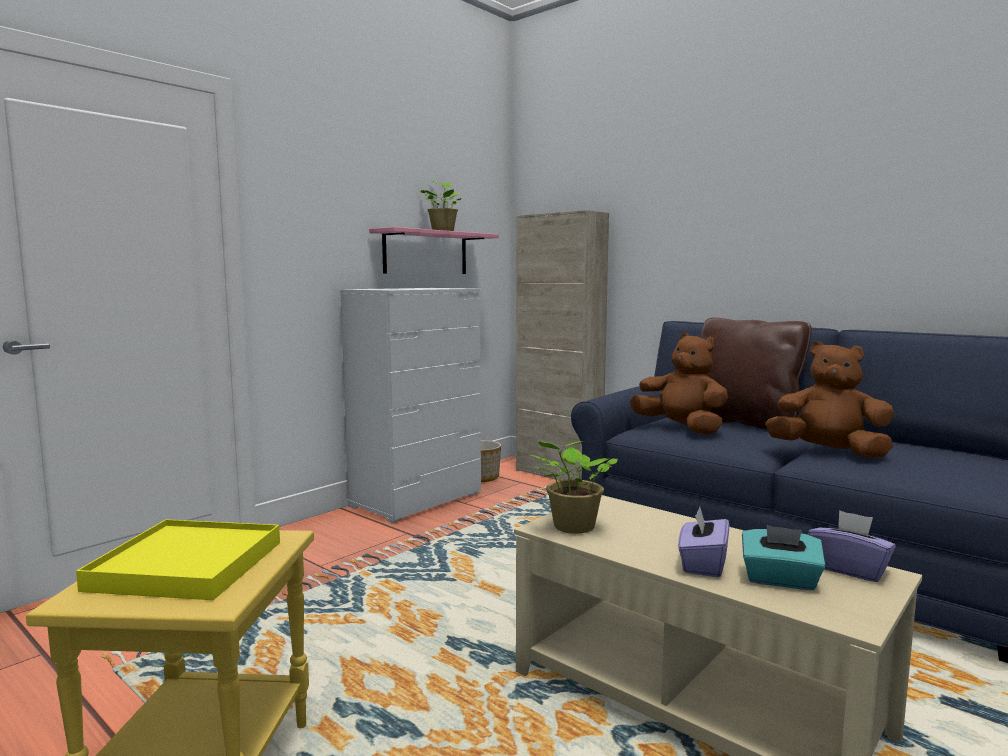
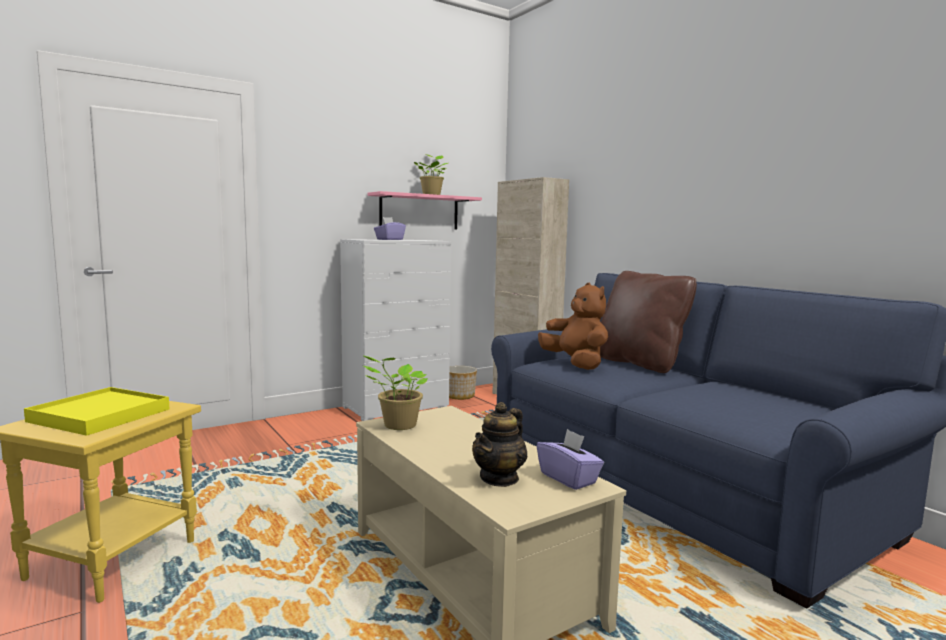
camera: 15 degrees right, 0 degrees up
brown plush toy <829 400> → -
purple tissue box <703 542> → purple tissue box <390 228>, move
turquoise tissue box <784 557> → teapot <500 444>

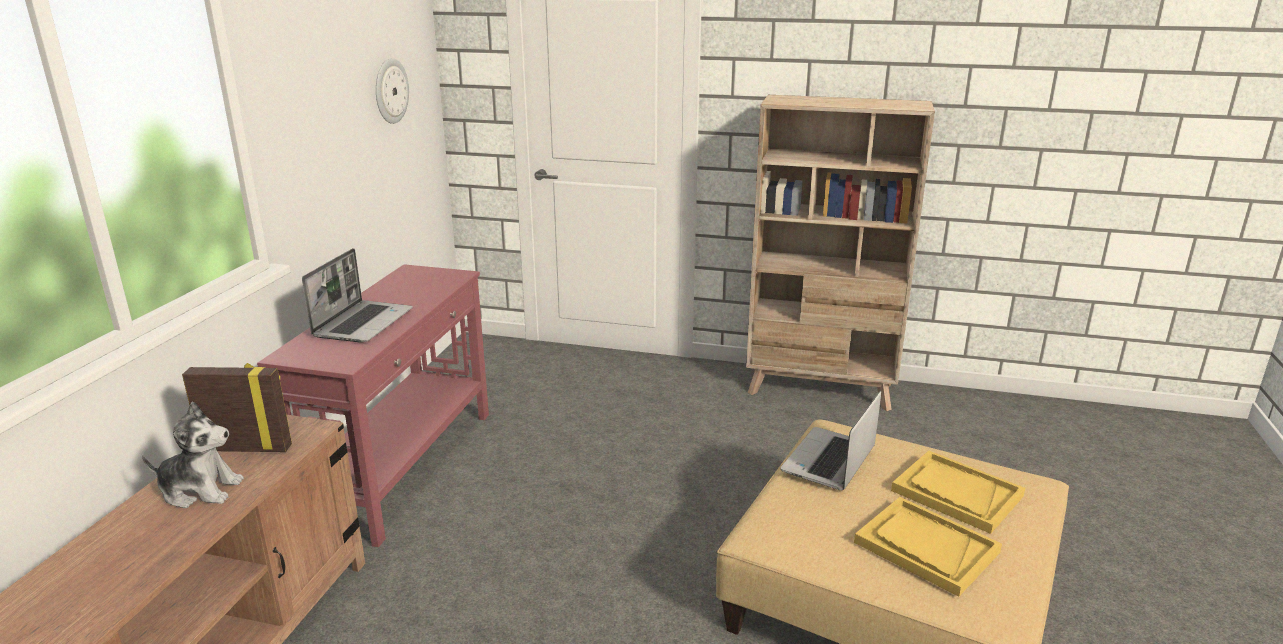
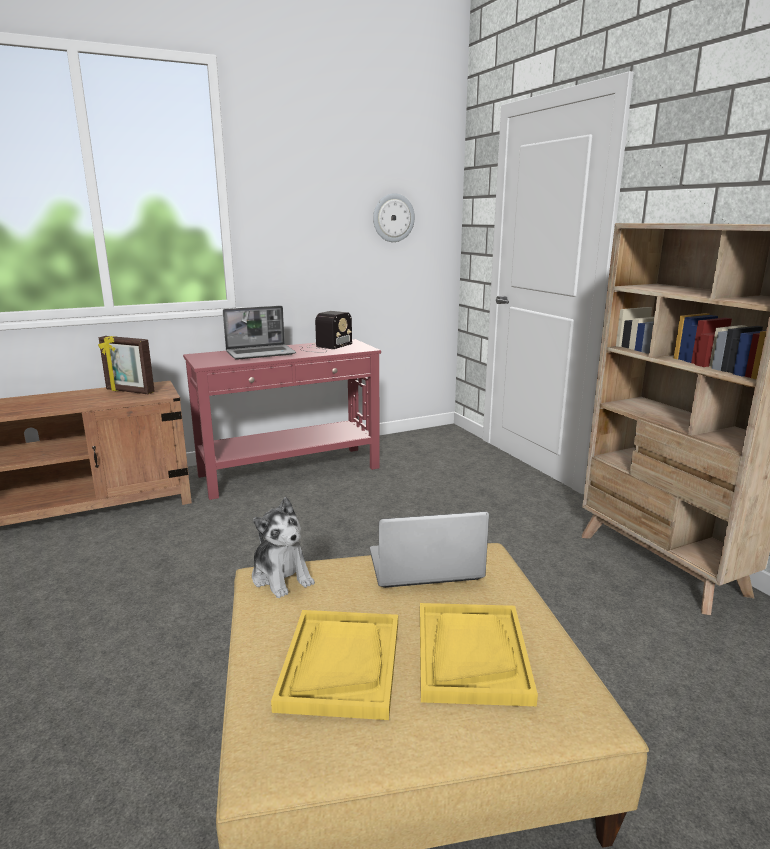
camera: 50 degrees right, 5 degrees down
picture frame <237 407> → picture frame <126 365>, 150 degrees clockwise
plush toy <193 454> → plush toy <283 547>, move
- → radio <326 331>

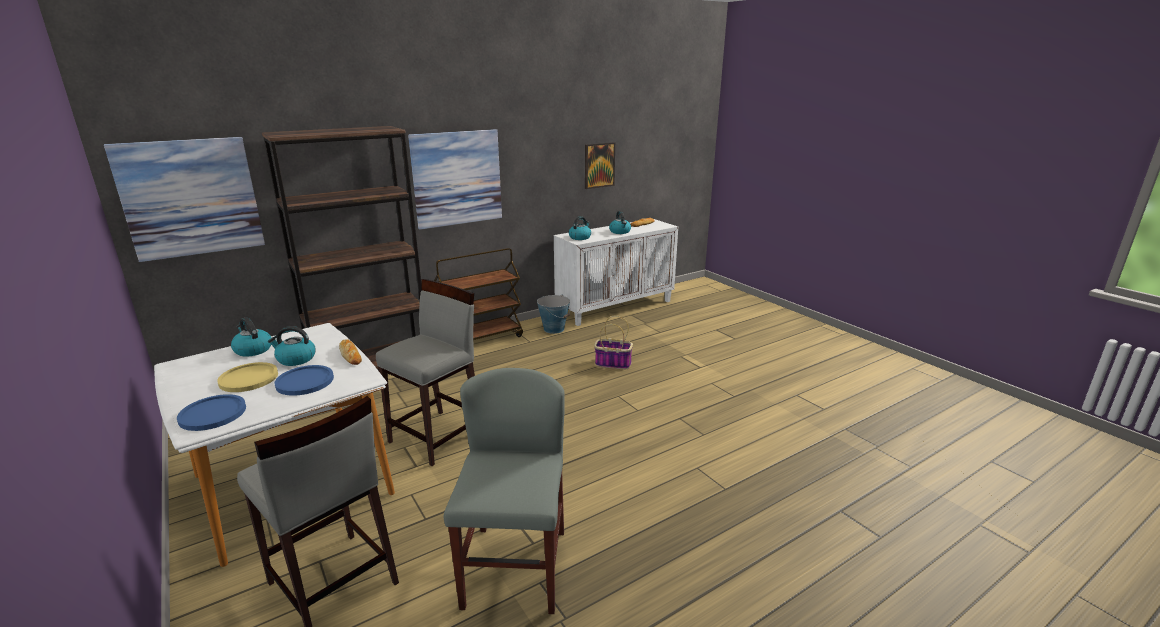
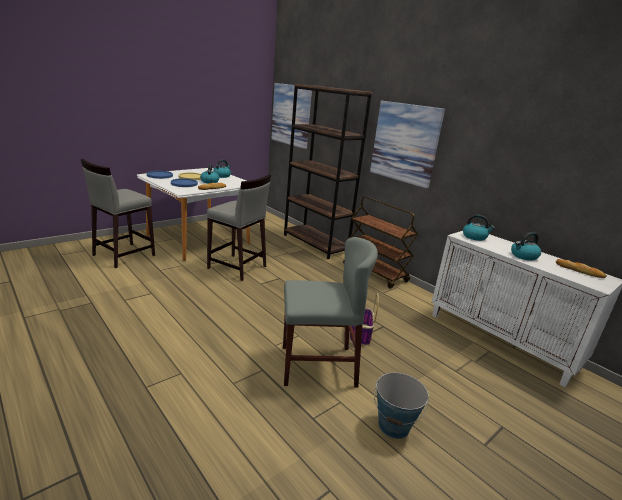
camera: 80 degrees right, 0 degrees up
picture <600 165> → -
bucket <553 314> → bucket <401 406>, move
grey chair <504 491> → grey chair <330 312>, move

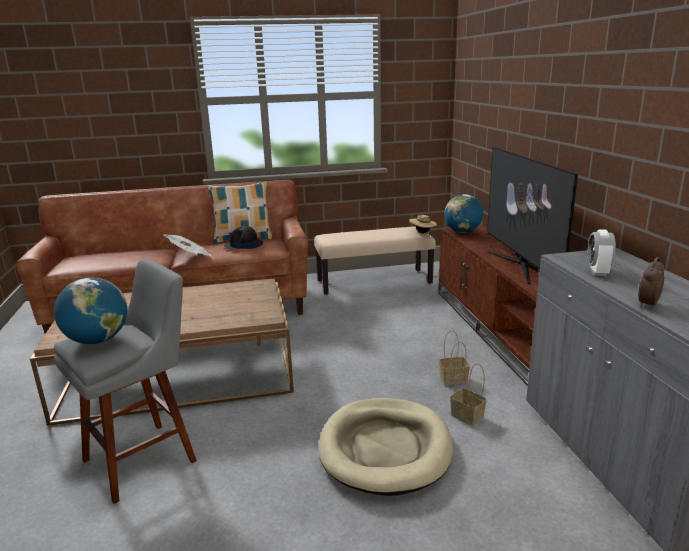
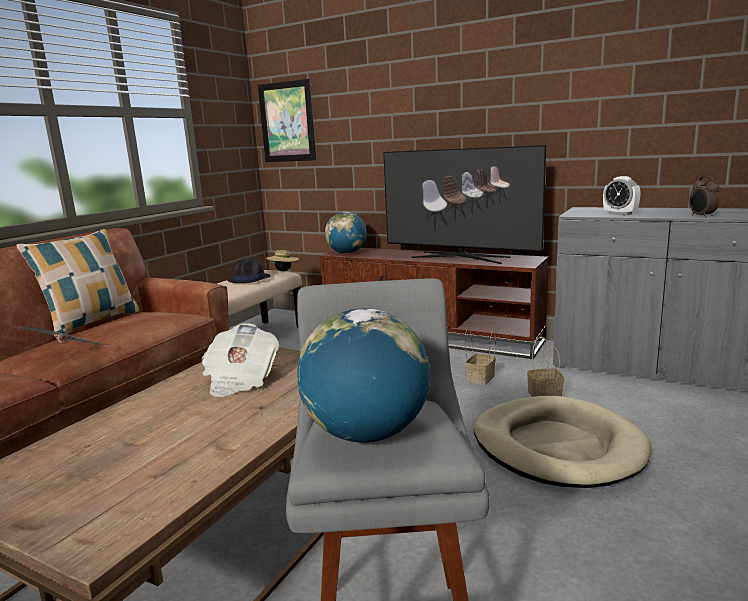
camera: 50 degrees left, 5 degrees down
black hat <243 238> → black hat <249 270>, move
- → picture <287 120>
- → newspaper <240 360>

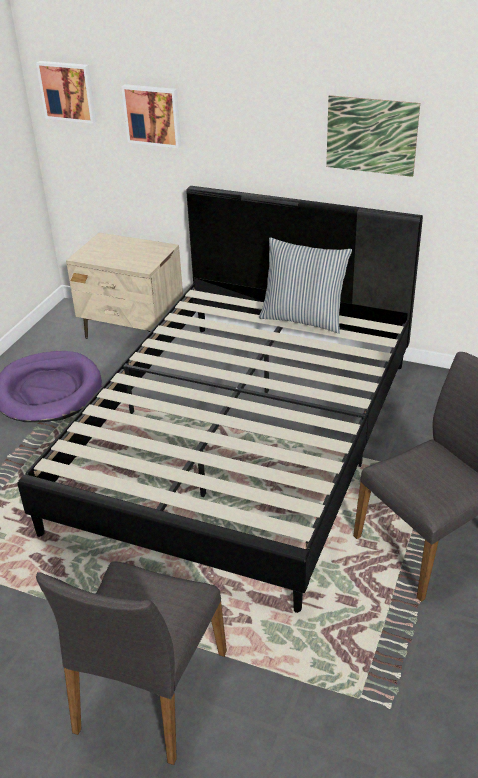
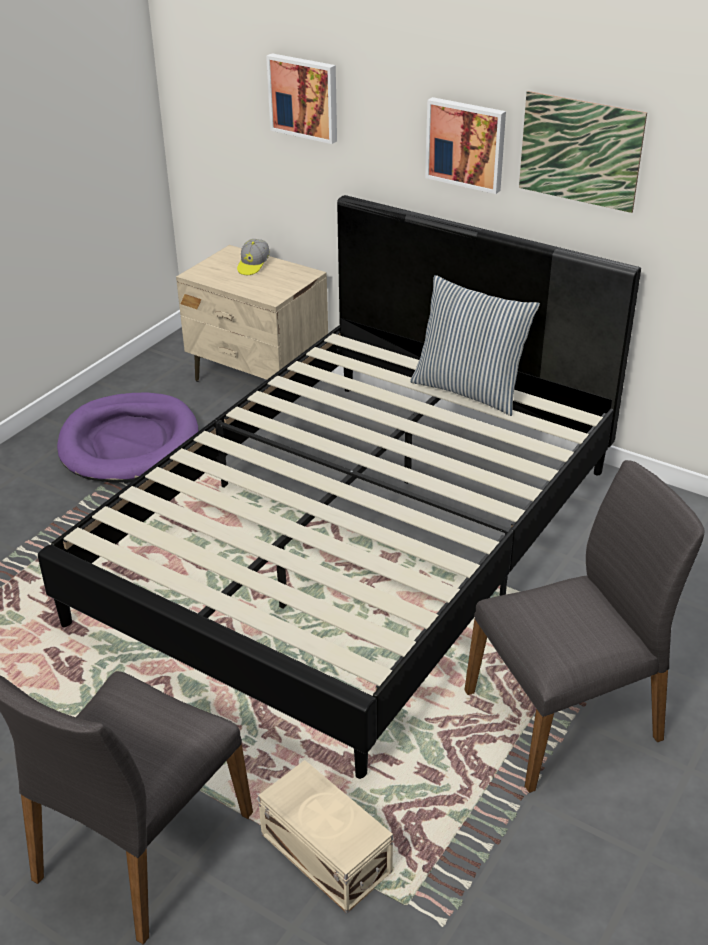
camera: 10 degrees right, 0 degrees up
picture <66 92> → picture <465 145>, move
- → cap <253 257>
- → beige storage box <325 836>

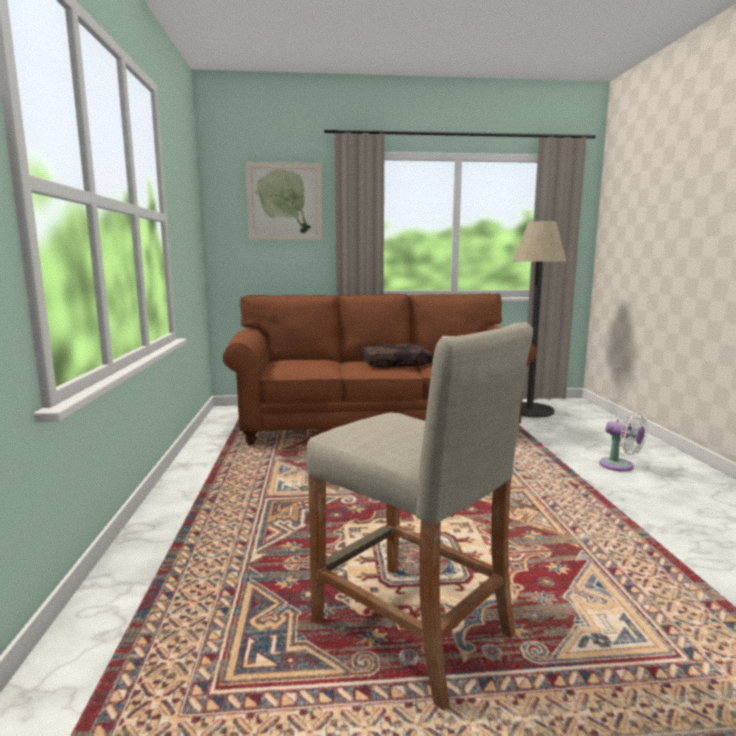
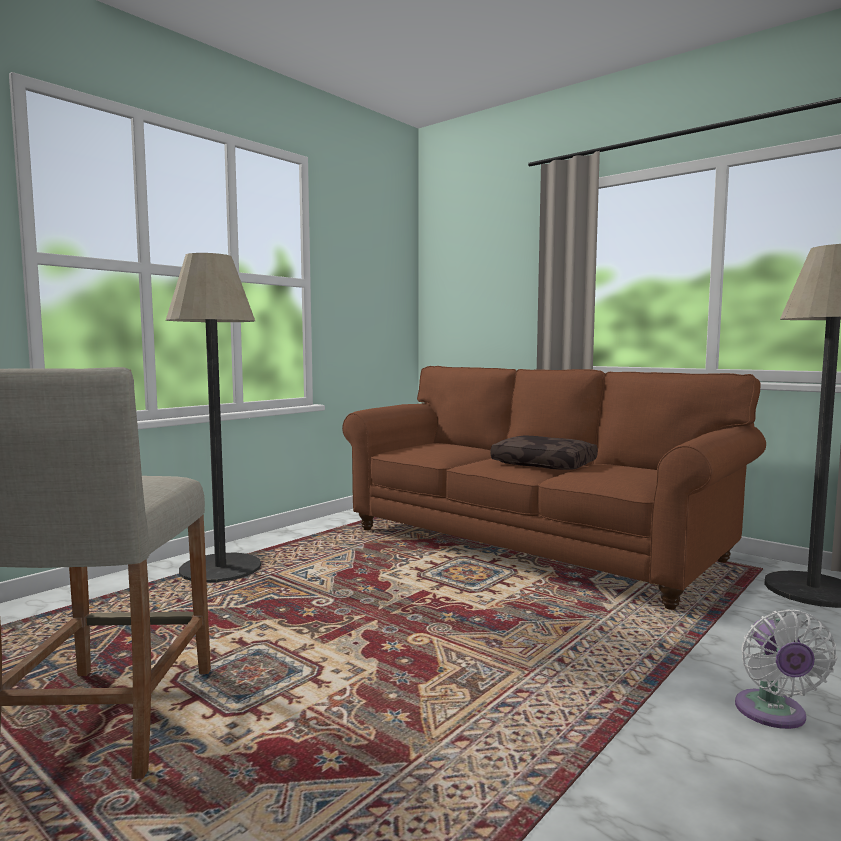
camera: 45 degrees right, 5 degrees down
picture <284 201> → -
- → floor lamp <213 417>

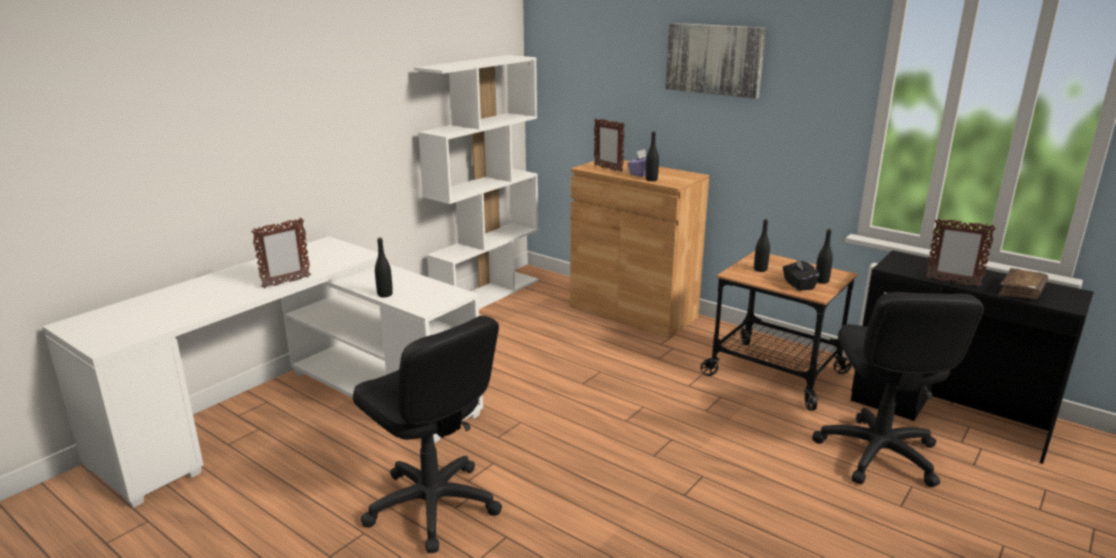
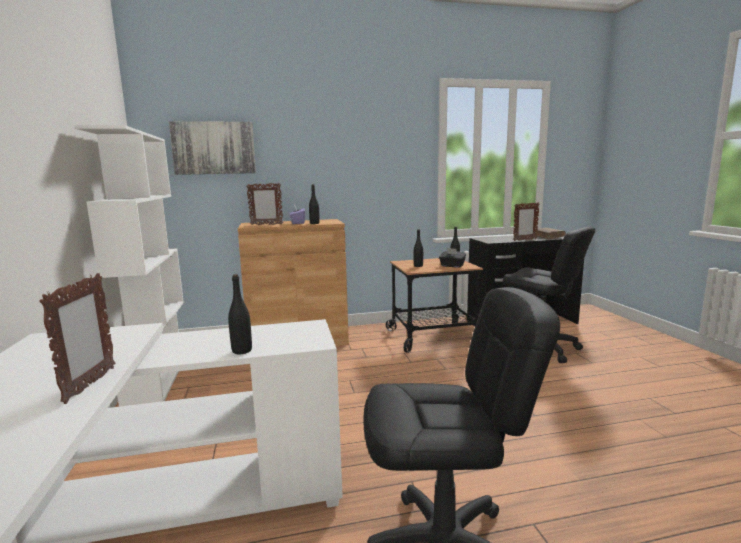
camera: 50 degrees left, 10 degrees down
picture <715 61> → picture <212 148>, move

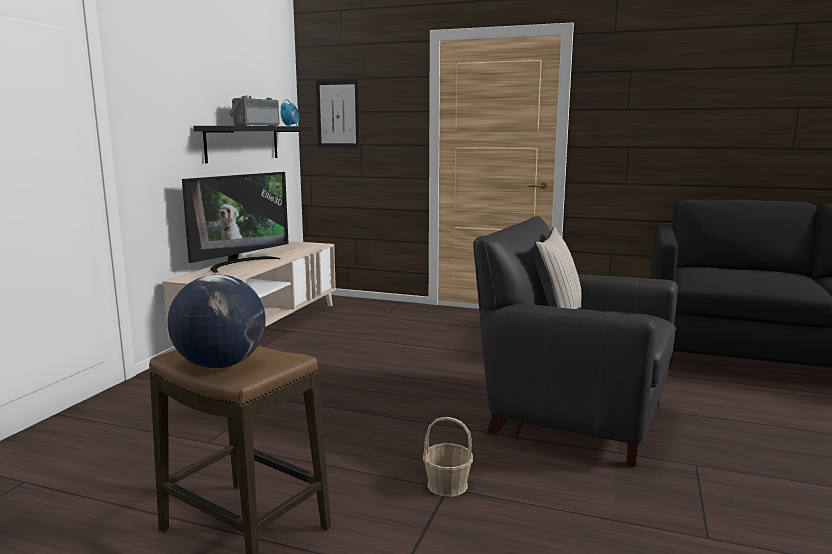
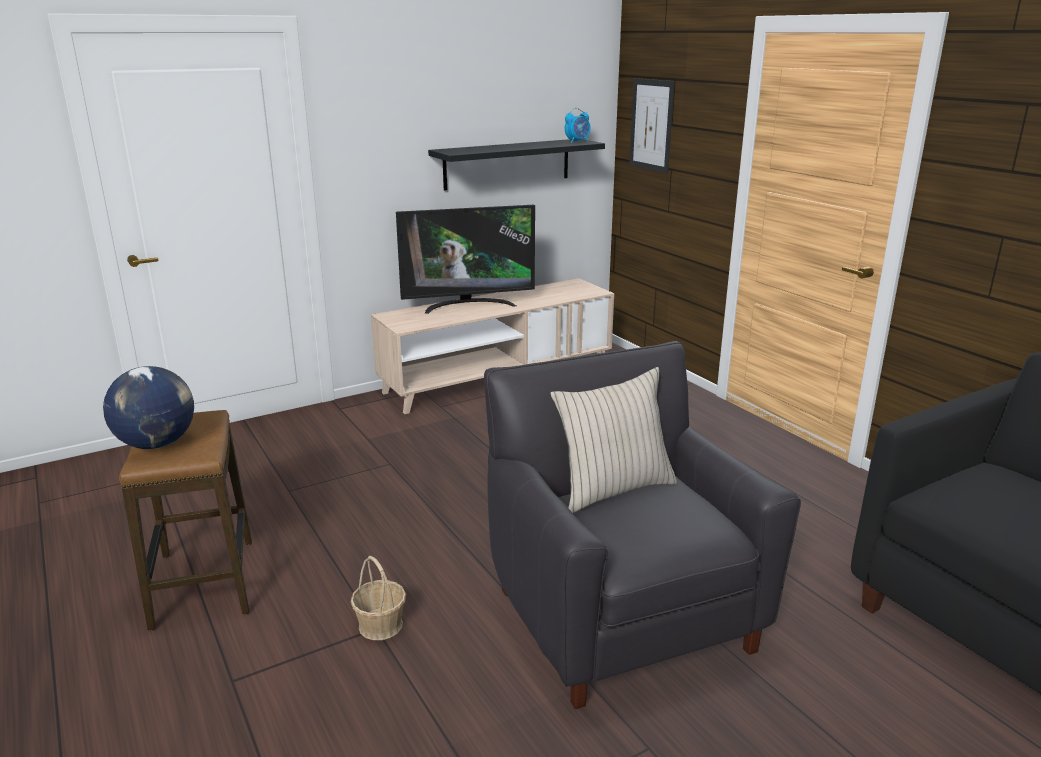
camera: 40 degrees right, 10 degrees up
radio <253 111> → -

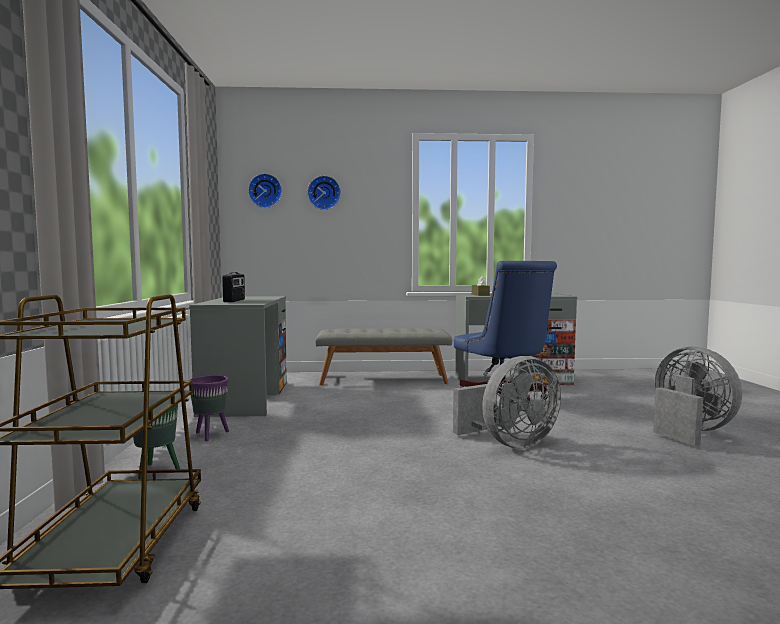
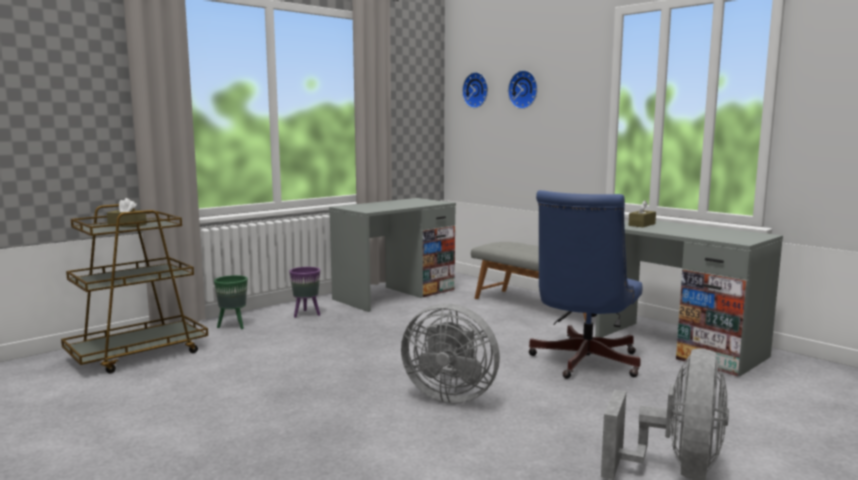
camera: 50 degrees right, 5 degrees up
radio <233 287> → -
- → brown tissue box <127 212>

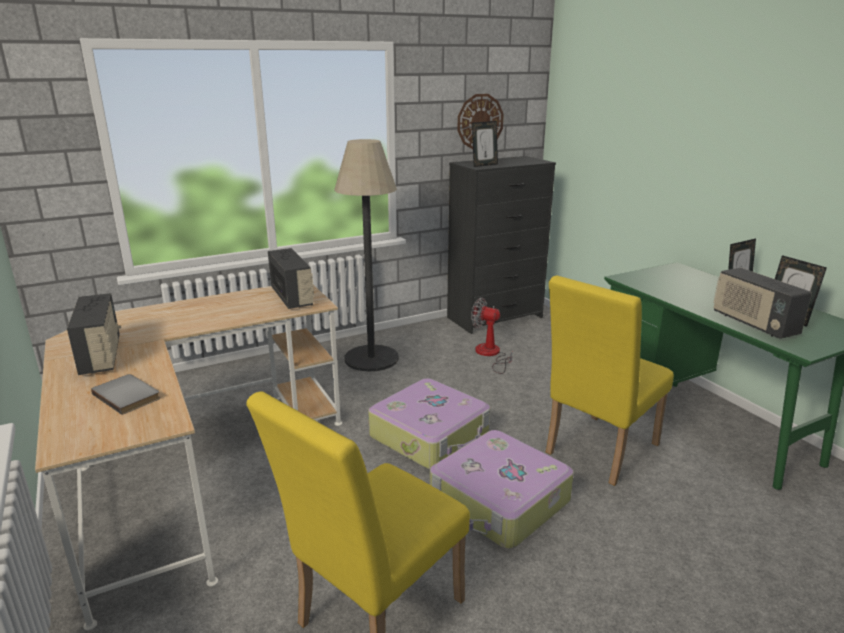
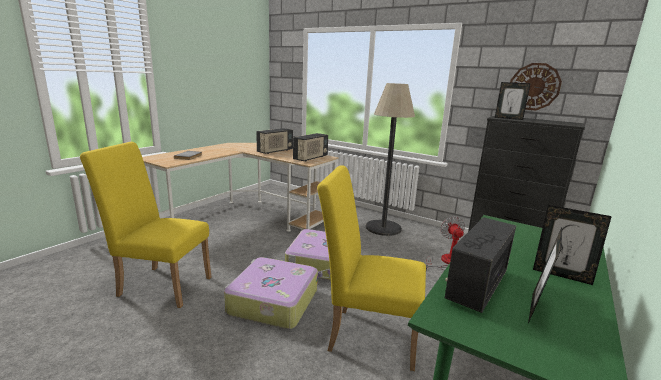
camera: 60 degrees right, 5 degrees down
radio <94 334> → radio <274 141>, move

